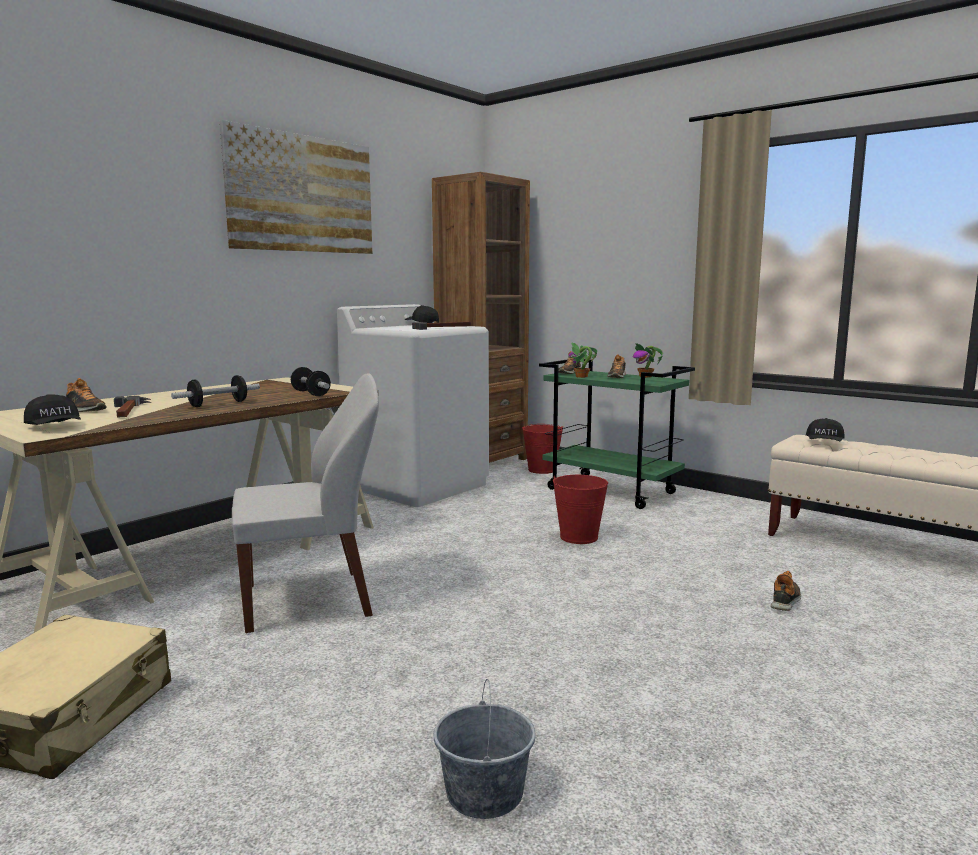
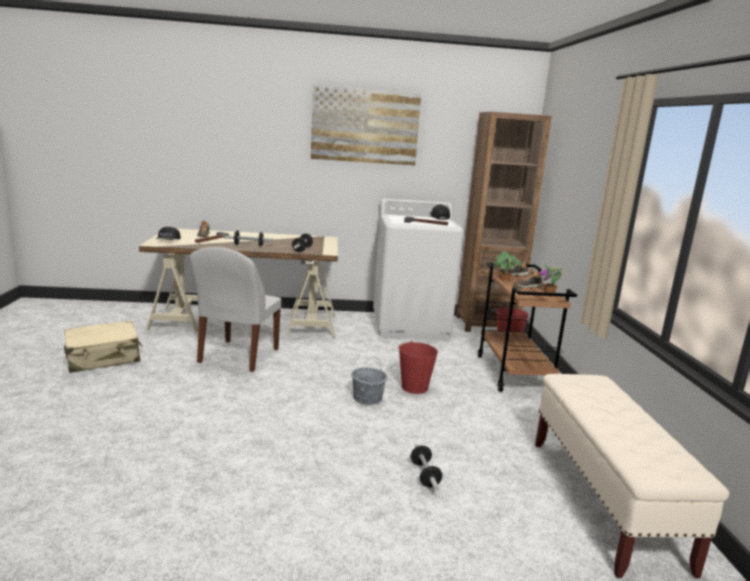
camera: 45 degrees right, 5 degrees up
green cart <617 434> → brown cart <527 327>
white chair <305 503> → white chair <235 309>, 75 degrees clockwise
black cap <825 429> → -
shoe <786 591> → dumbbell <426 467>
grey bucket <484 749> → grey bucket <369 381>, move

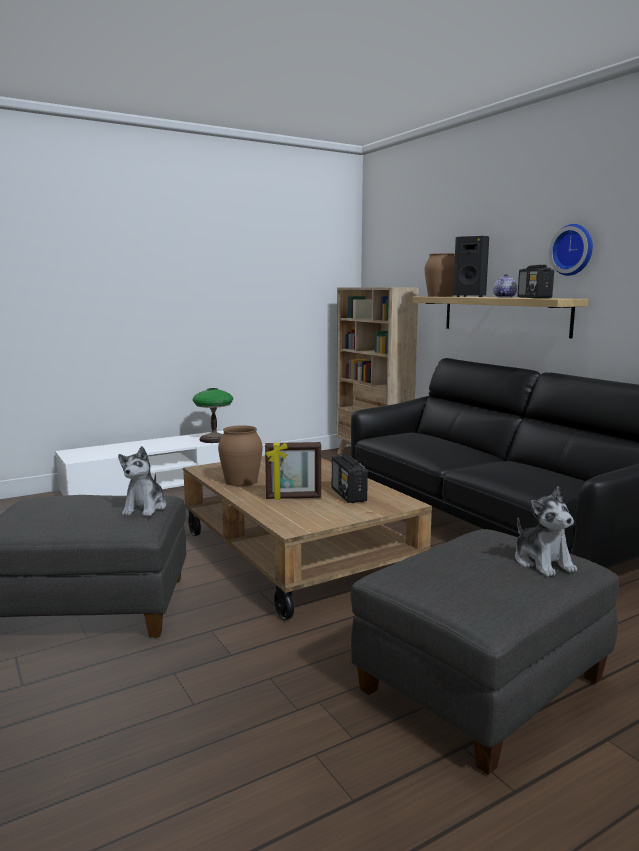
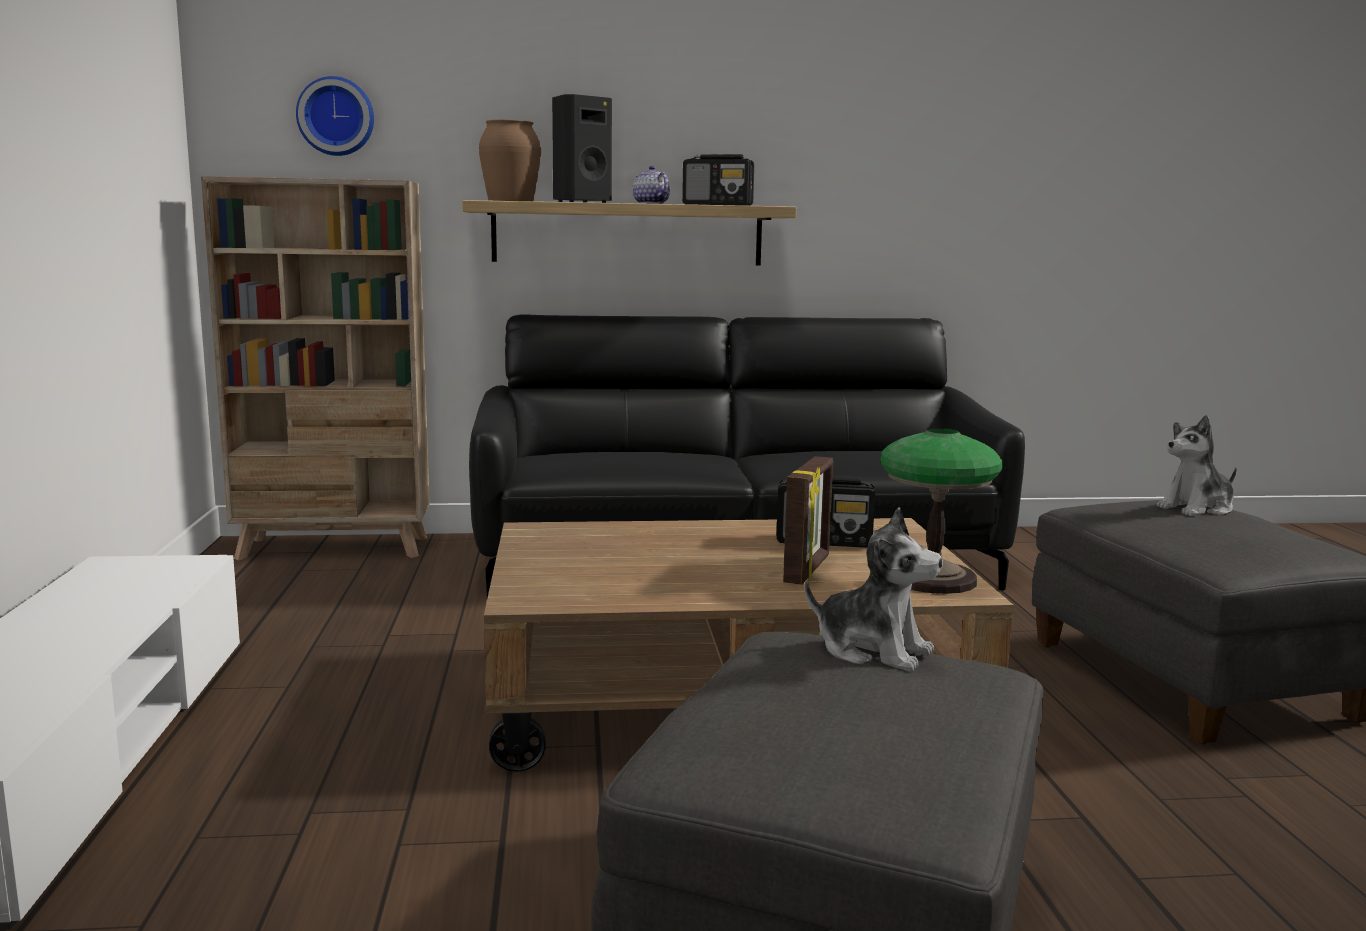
camera: 65 degrees left, 0 degrees up
wall clock <571 250> → wall clock <335 116>, move
table lamp <213 415> → table lamp <941 511>, move
brown vase <240 455> → -
plush toy <546 531> → plush toy <1196 465>, 150 degrees clockwise

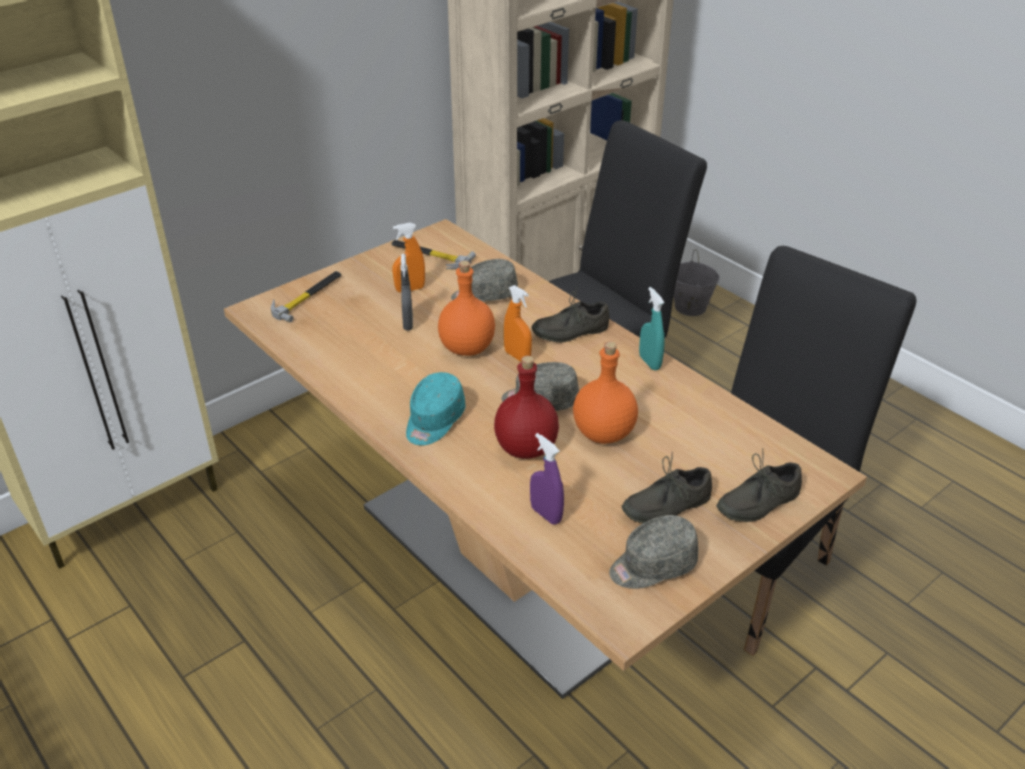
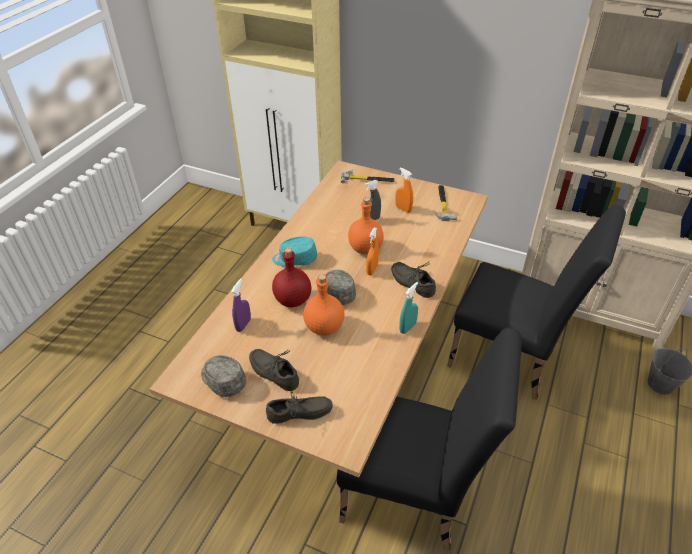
camera: 65 degrees right, 5 degrees up
grey cap <484 280> → -
grey shoe <759 485> → grey shoe <299 408>, 135 degrees clockwise

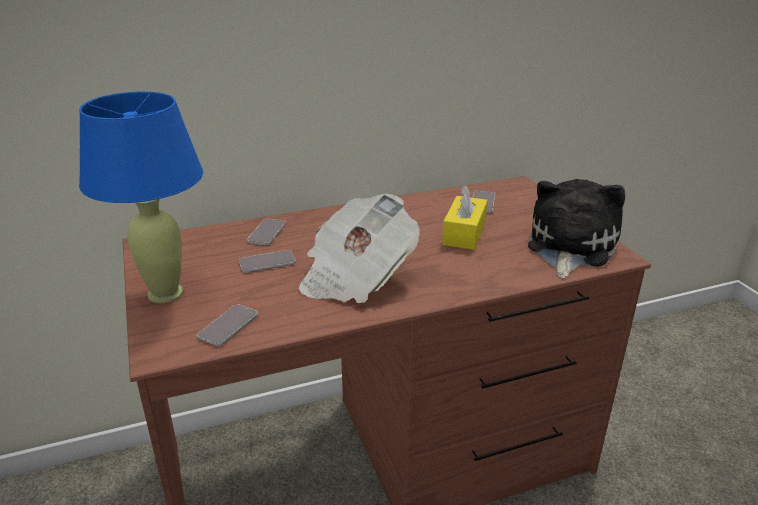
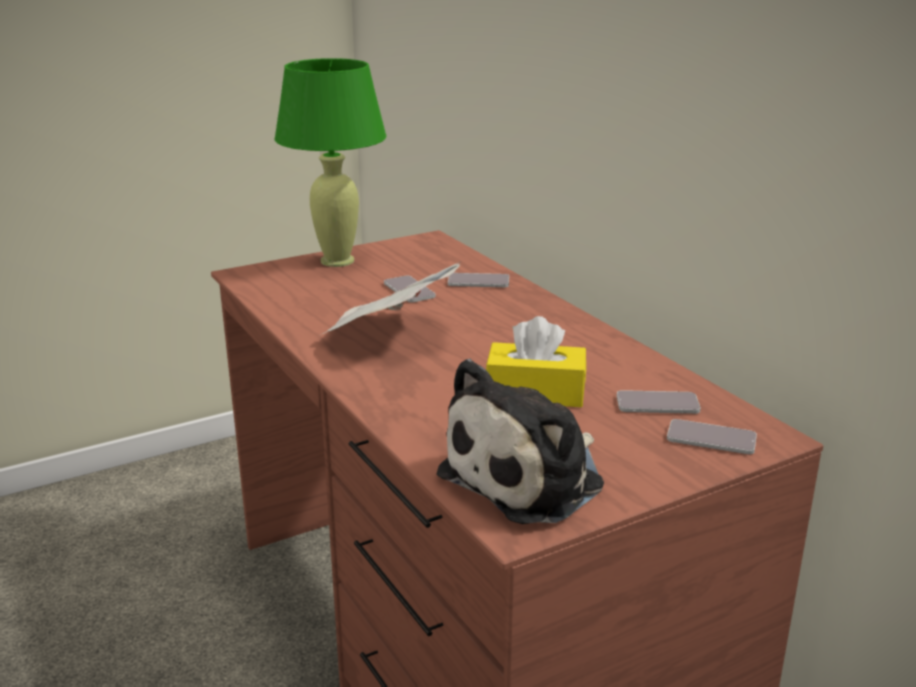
camera: 80 degrees right, 5 degrees down
blue table lamp <141 197> → green table lamp <330 162>
plush toy <576 229> → plush toy <520 441>, 120 degrees clockwise
phone <227 325> → phone <712 436>, move

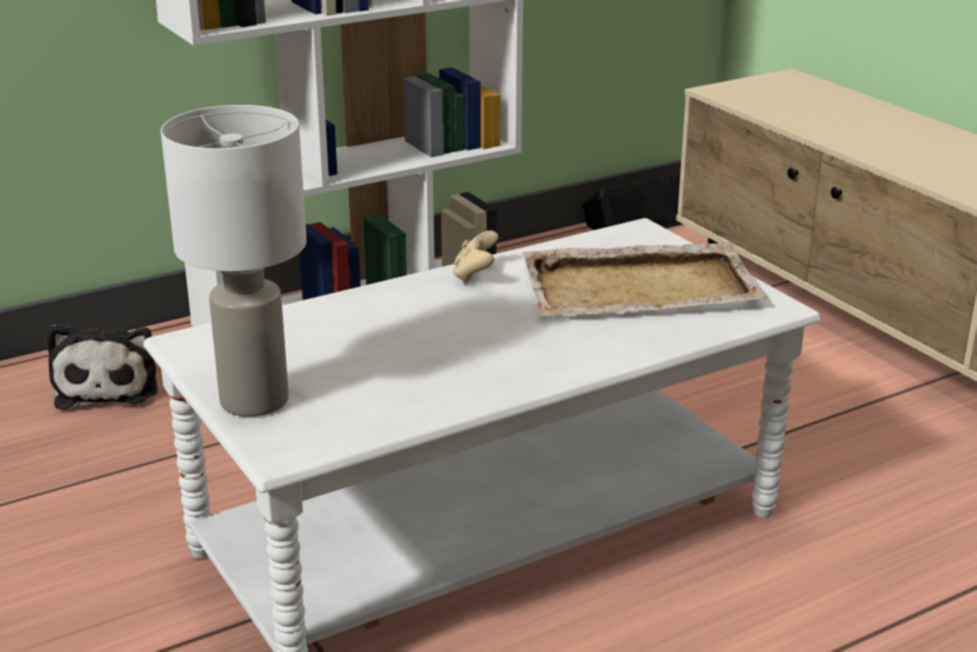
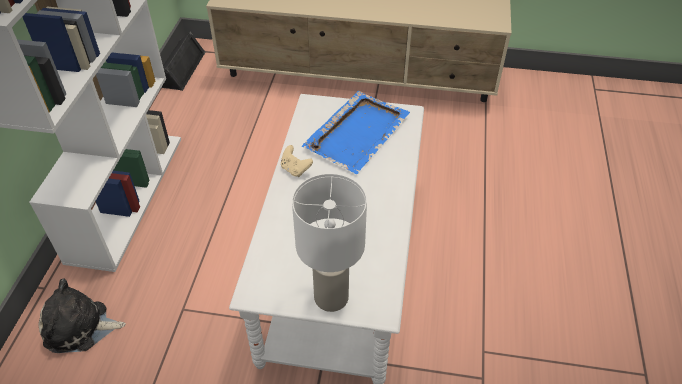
camera: 50 degrees left, 20 degrees up
beige tray <645 279> → blue tray <356 132>
plush toy <102 366> → plush toy <82 316>, 150 degrees clockwise

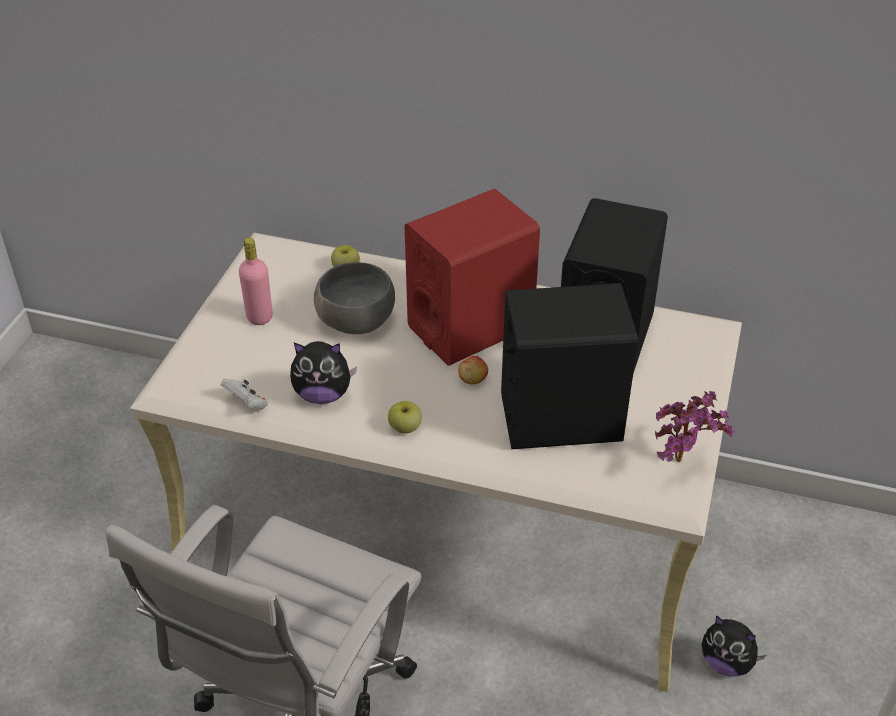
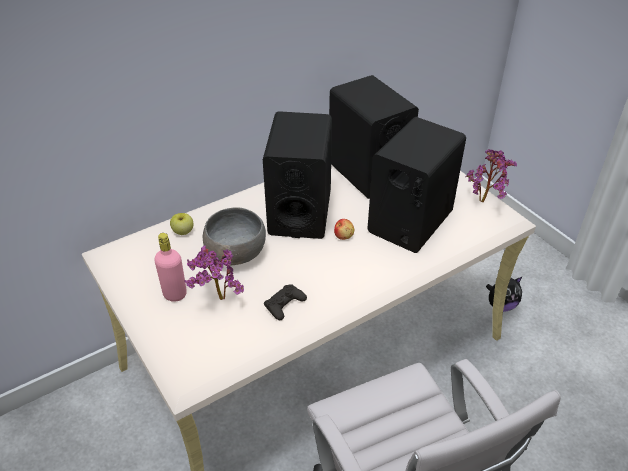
camera: 50 degrees left, 0 degrees up
red speaker <472 277> → black speaker <297 175>
plush toy <323 372> → black game controller <285 302>
white game controller <244 394> → -
apple <405 417> → -
- → potted plant <214 272>

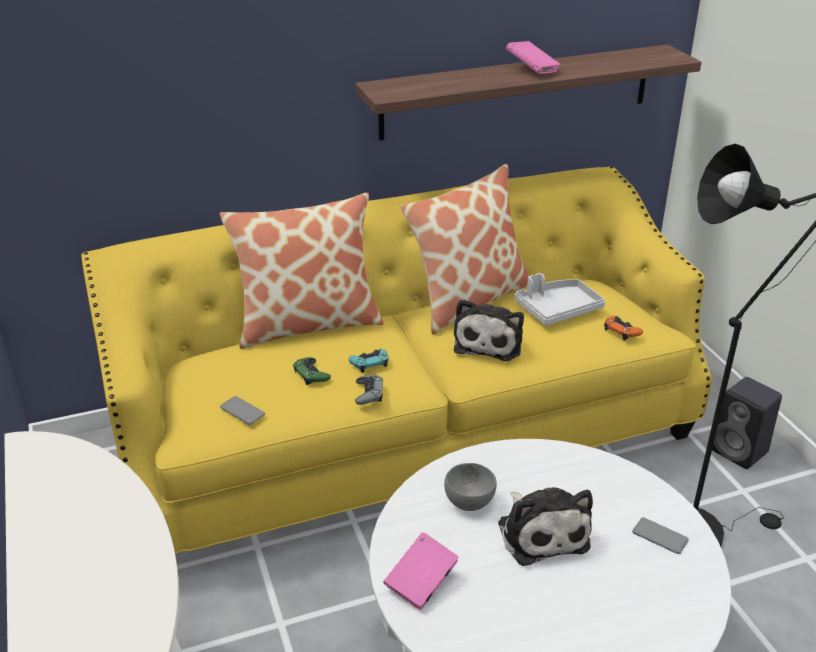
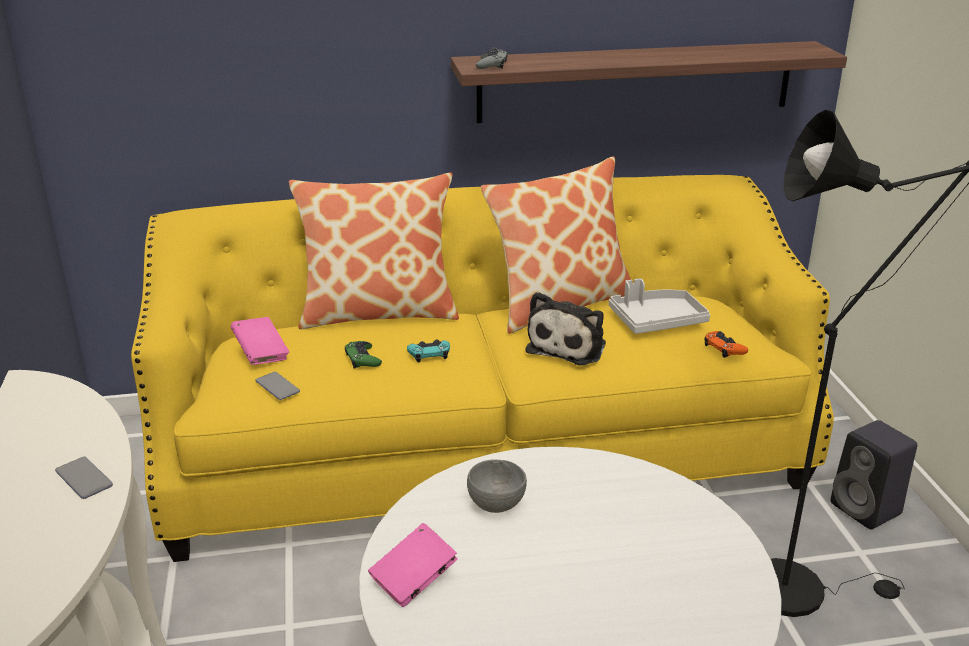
camera: 10 degrees right, 5 degrees down
pink book <533 57> → pink book <259 341>, move
grey game controller <369 390> → grey game controller <492 58>, move
plush toy <545 527> → -
phone <660 535> → phone <84 477>, move

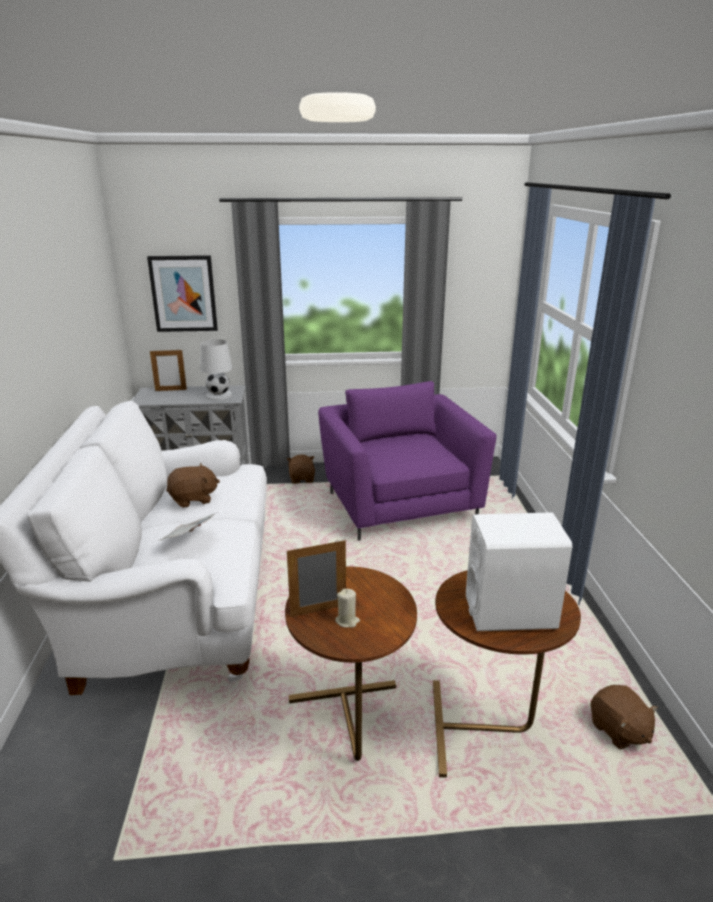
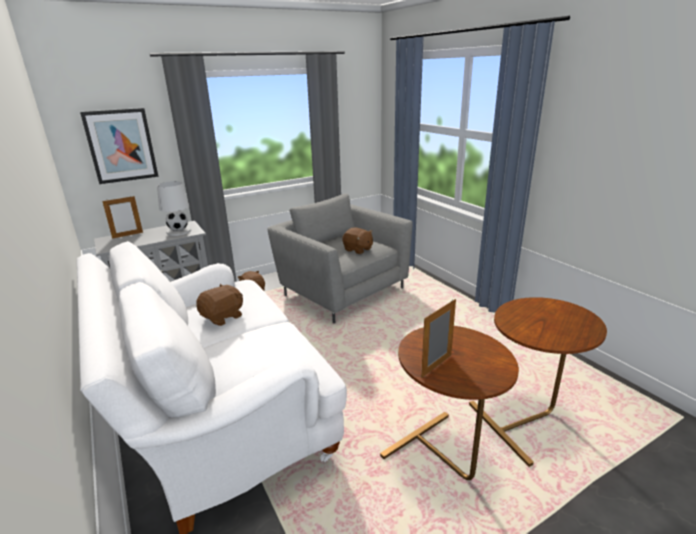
camera: 25 degrees left, 0 degrees up
purple armchair <407 461> → grey armchair <340 258>
newspaper <188 526> → -
white speaker <519 571> → -
beige candle <347 608> → -
brown plush toy <624 717> → brown plush toy <357 240>, move

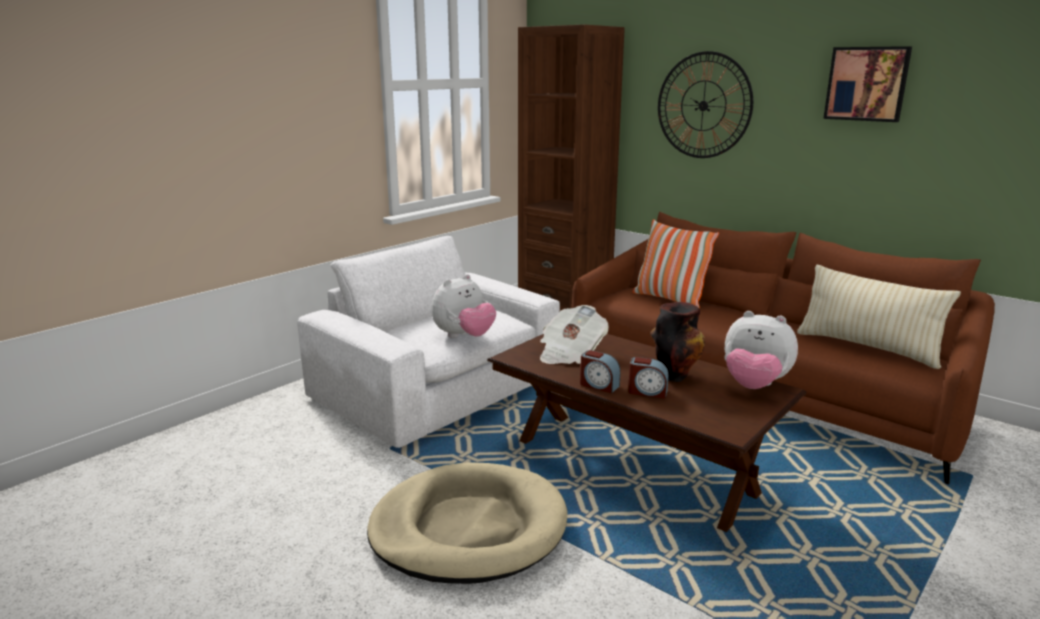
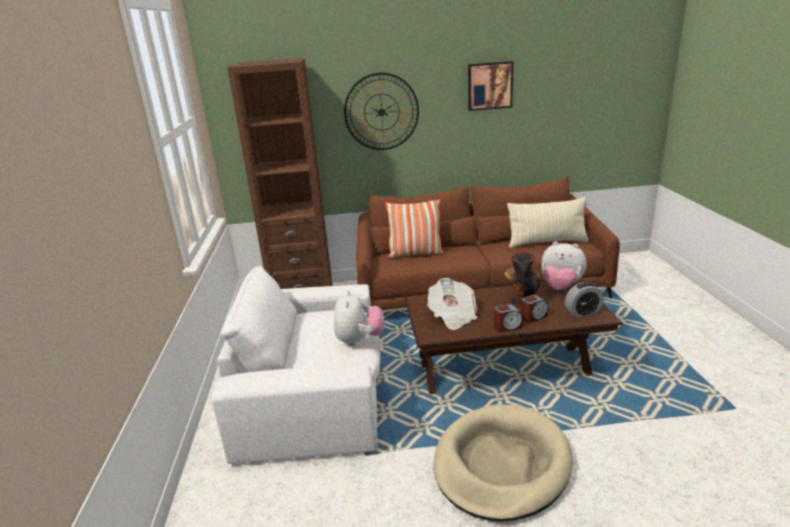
camera: 45 degrees left, 5 degrees up
plush toy <761 350> → plush toy <564 265>, 45 degrees clockwise
- → alarm clock <584 300>

